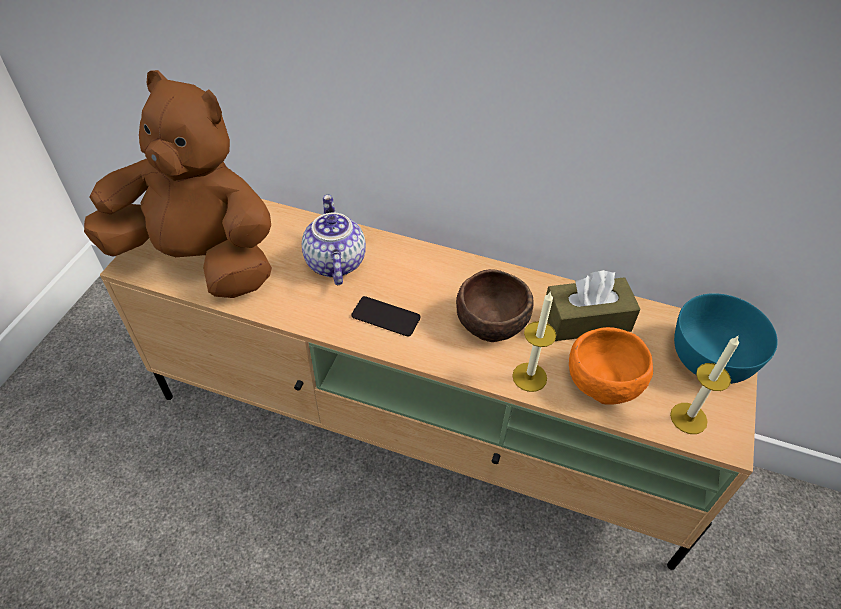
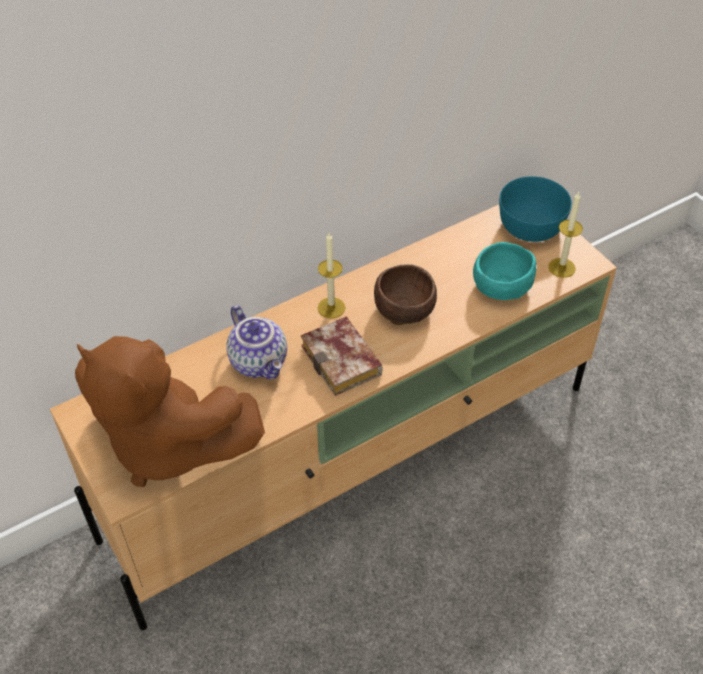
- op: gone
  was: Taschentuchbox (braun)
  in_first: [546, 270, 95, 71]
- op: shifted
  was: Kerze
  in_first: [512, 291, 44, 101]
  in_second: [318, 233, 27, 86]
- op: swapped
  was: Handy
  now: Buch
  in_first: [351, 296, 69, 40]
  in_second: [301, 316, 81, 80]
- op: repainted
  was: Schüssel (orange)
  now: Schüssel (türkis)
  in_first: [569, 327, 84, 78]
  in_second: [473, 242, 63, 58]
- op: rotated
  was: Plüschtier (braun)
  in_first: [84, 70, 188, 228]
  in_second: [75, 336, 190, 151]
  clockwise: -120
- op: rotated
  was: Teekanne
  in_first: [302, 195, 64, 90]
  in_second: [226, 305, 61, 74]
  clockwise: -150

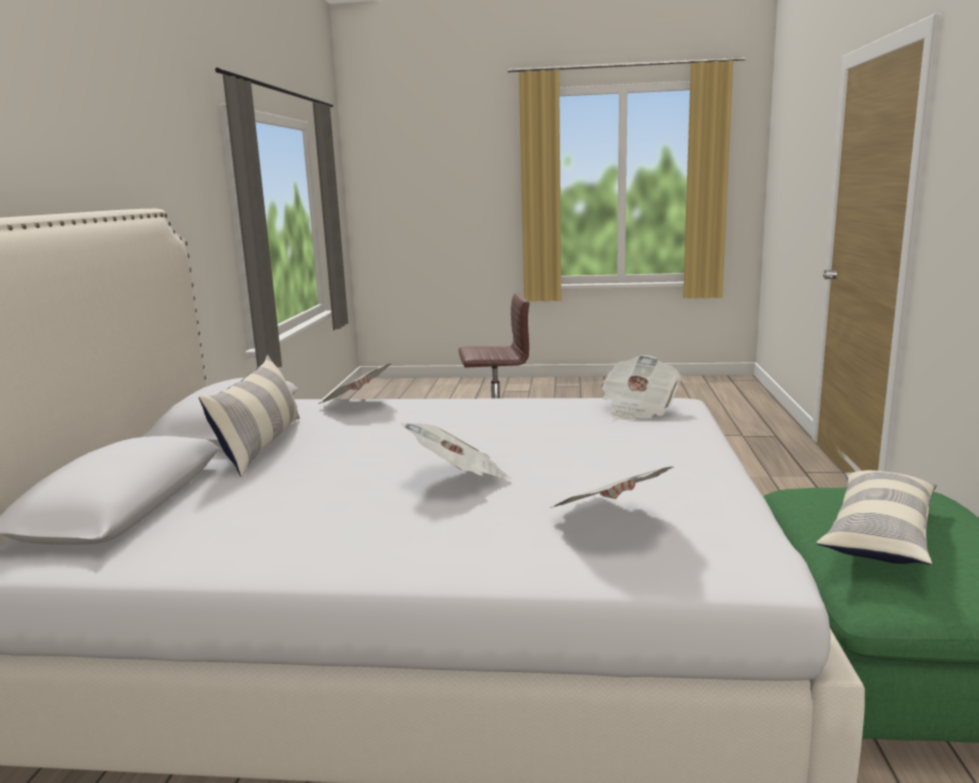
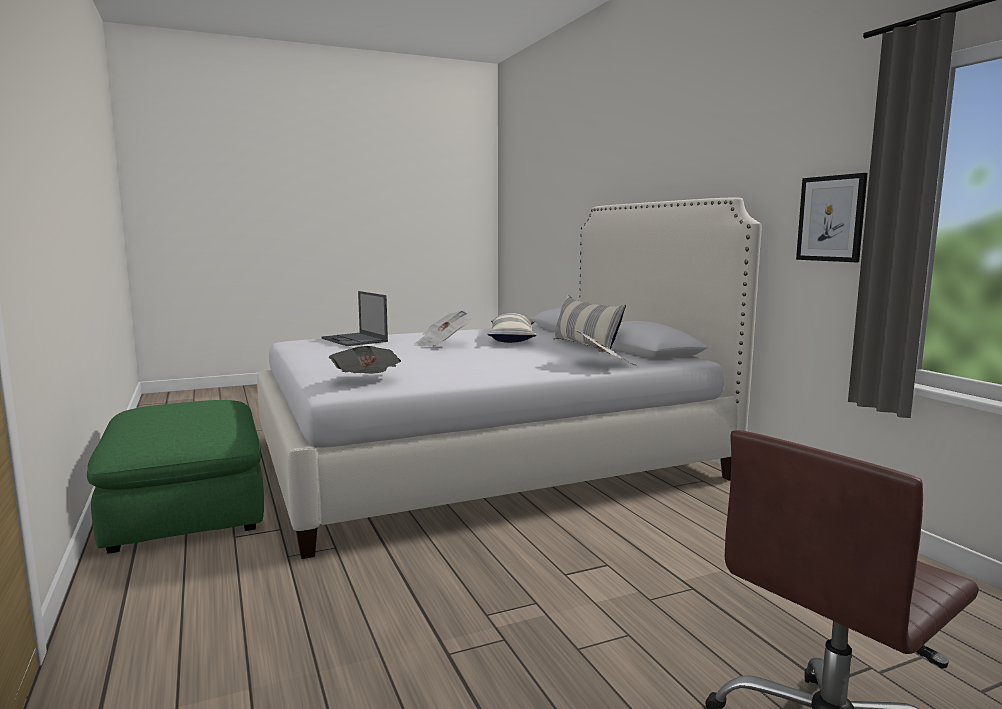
- op: new
  now: Bild
  in_second: [796, 173, 72, 89]
- op: shifted
  was: Kissen
  in_first: [816, 470, 121, 95]
  in_second: [488, 313, 49, 30]
- op: swapped
  was: Zeitung
  now: Laptop
  in_first: [550, 467, 124, 41]
  in_second: [321, 291, 67, 55]

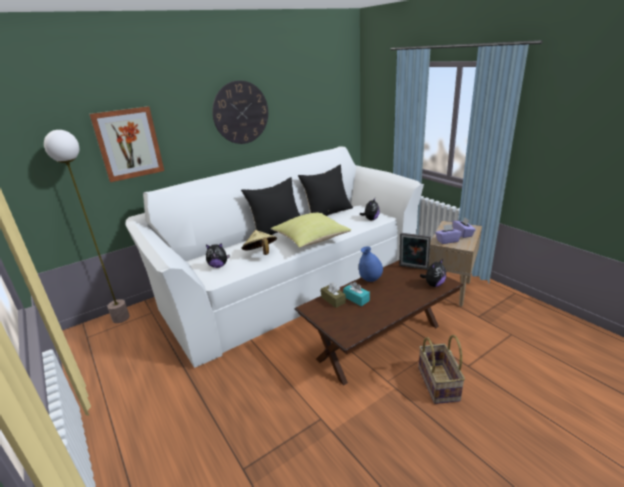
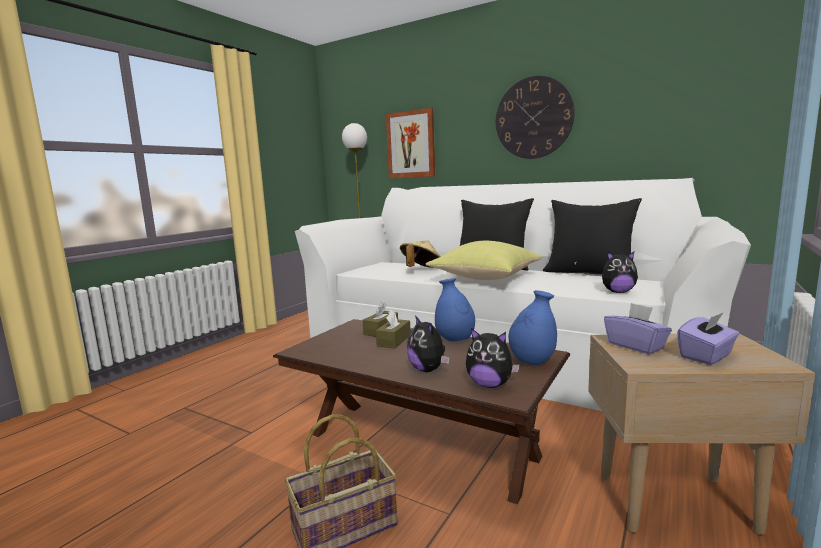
- op: shifted
  was: Plüschtier
  in_first: [206, 243, 24, 25]
  in_second: [407, 315, 43, 57]
- op: swapped
  was: Bilderrahmen
  now: Vase (blau)
  in_first: [399, 233, 32, 37]
  in_second: [508, 290, 49, 75]
- op: repainted
  was: Taschentuchbox (türkis)
  now: Taschentuchbox (braun)
  in_first: [343, 282, 27, 24]
  in_second: [376, 309, 34, 39]

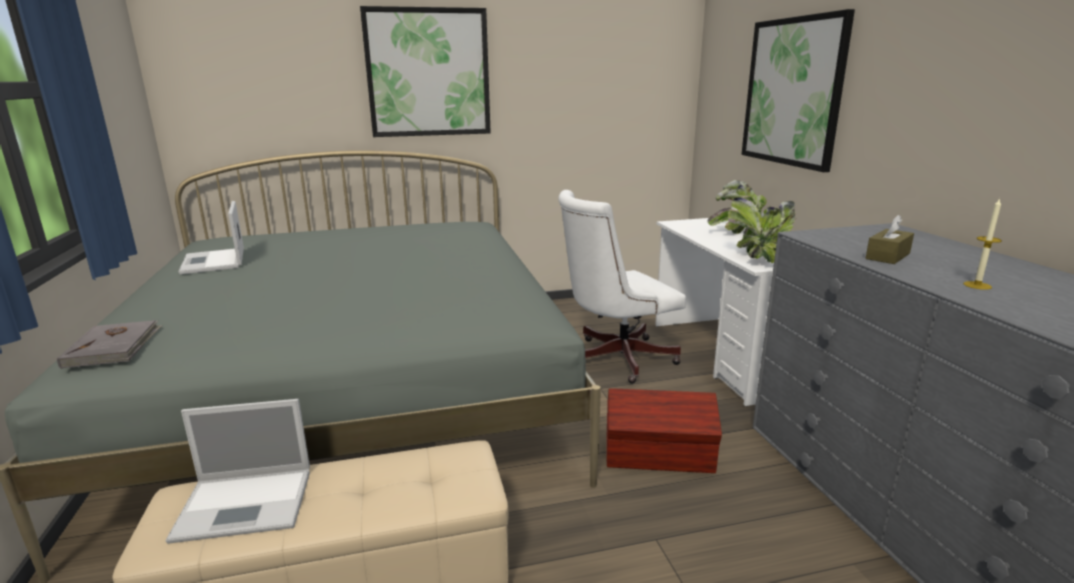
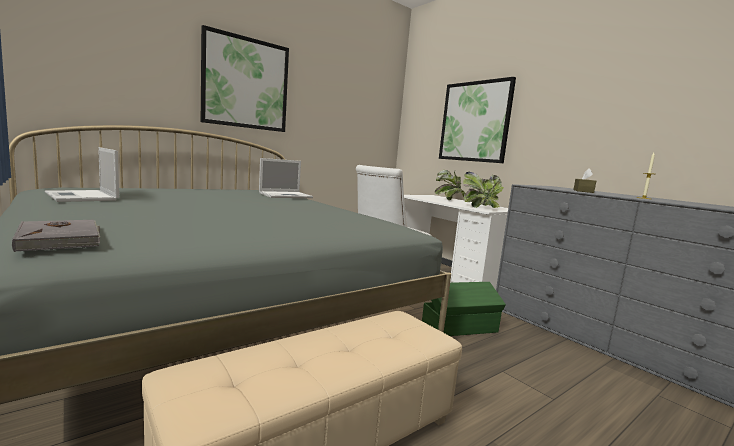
- op: shifted
  was: Laptop
  in_first: [166, 399, 144, 145]
  in_second: [259, 158, 54, 40]
- op: repainted
  was: Aufbewahrungsbox (braun)
  now: Aufbewahrungsbox (grün)
  in_first: [606, 388, 116, 85]
  in_second: [422, 282, 84, 54]

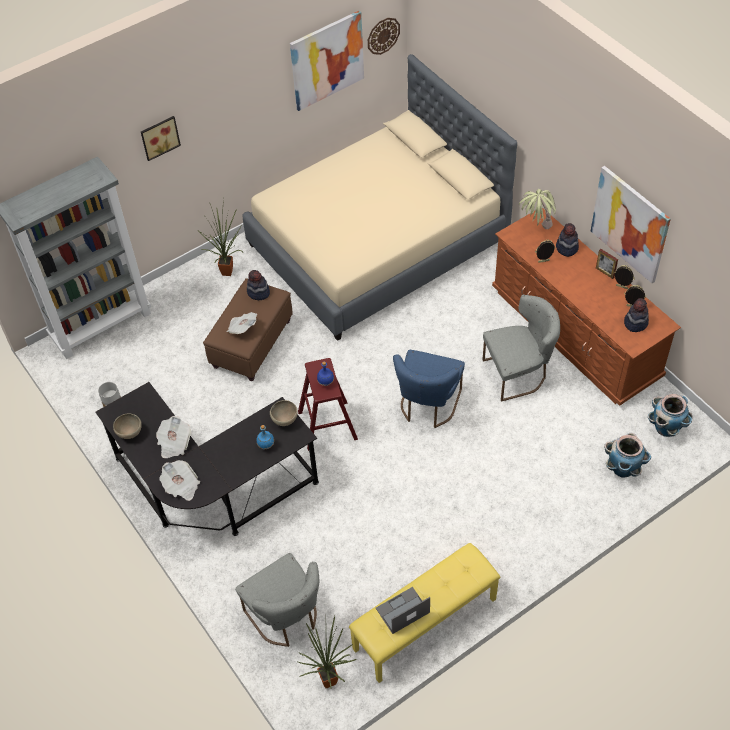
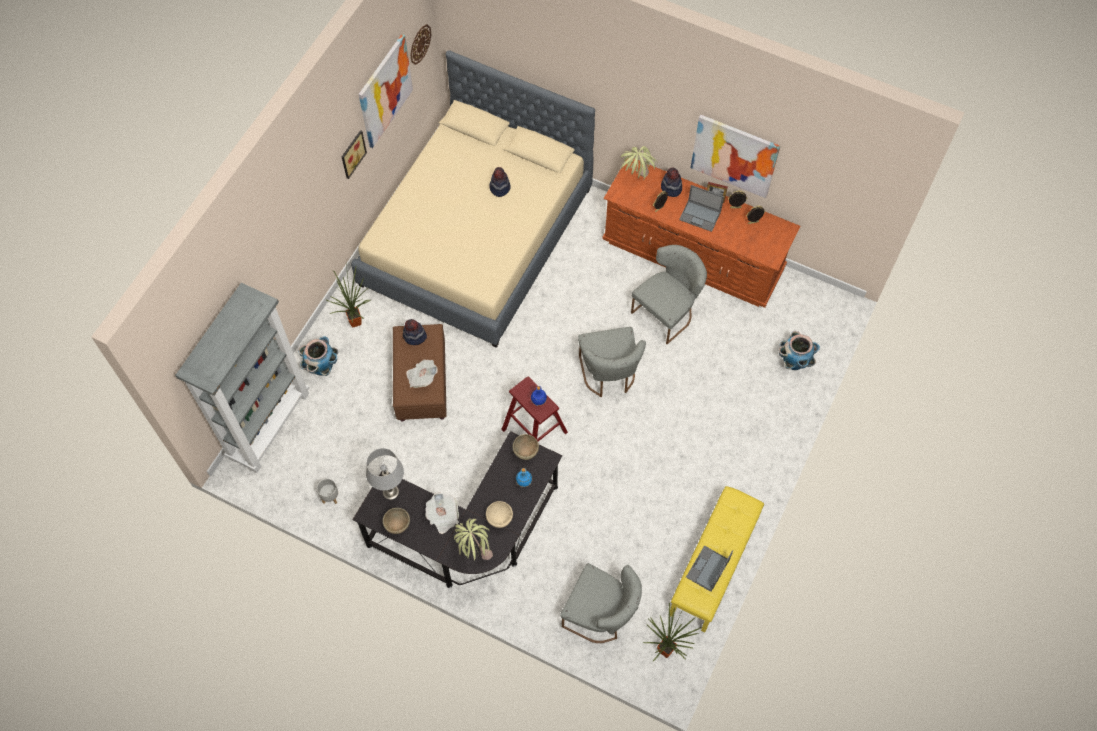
- op: new
  now: Tischlampe (grau)
  in_second: [366, 448, 38, 52]
- op: new
  now: Schüssel (beige)
  in_second: [486, 501, 27, 27]
- op: new
  now: Laptop
  in_second: [679, 185, 45, 47]
- op: shifted
  was: Bild
  in_first: [141, 116, 40, 45]
  in_second: [342, 130, 25, 49]
- op: shifted
  was: Hut
  in_first: [624, 298, 25, 34]
  in_second: [490, 167, 21, 30]
- op: shifted
  was: Pflanzkübel
  in_first: [648, 394, 45, 43]
  in_second: [298, 336, 41, 40]
- op: swapped
  was: Zeitung
  now: Topfpflanze
  in_first: [159, 460, 41, 41]
  in_second: [454, 518, 39, 43]
- op: repainted
  was: Stuhl (blau)
  now: Stuhl (grau)
  in_first: [393, 350, 72, 78]
  in_second: [578, 327, 68, 70]

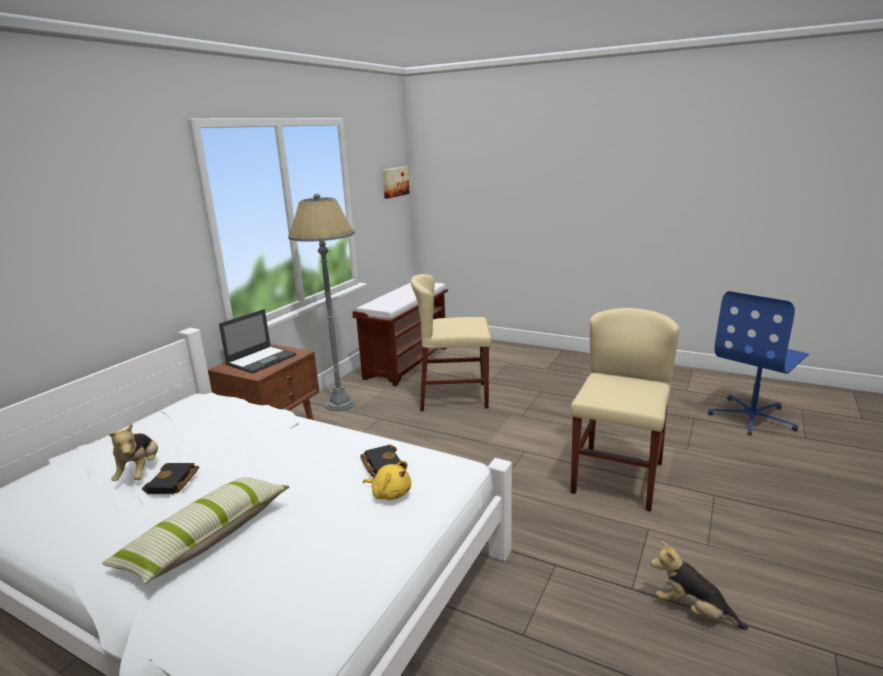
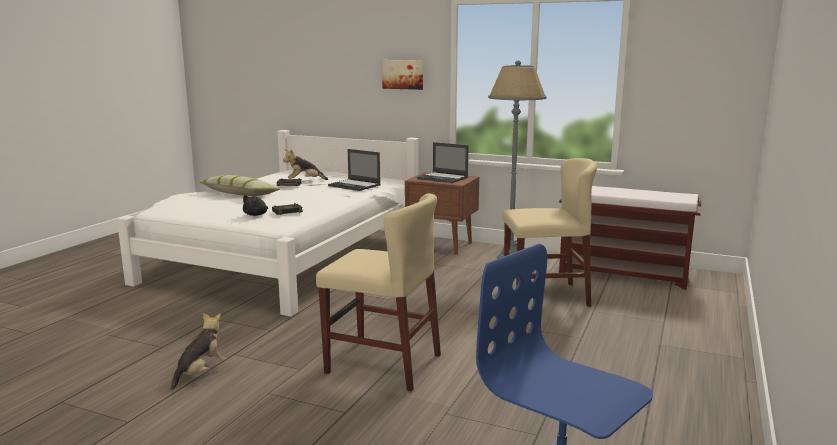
- op: new
  now: Laptop
  in_second: [328, 149, 53, 42]
- op: shifted
  was: Bild
  in_first: [382, 167, 28, 32]
  in_second: [382, 60, 41, 30]
- op: repainted
  was: Plüschtier (gelb)
  now: Plüschtier (schwarz)
  in_first: [363, 461, 48, 39]
  in_second: [243, 195, 25, 21]
- op: rotated
  was: Stuhl (beige)
  in_first: [411, 274, 80, 137]
  in_second: [503, 158, 94, 149]
  clockwise: 90

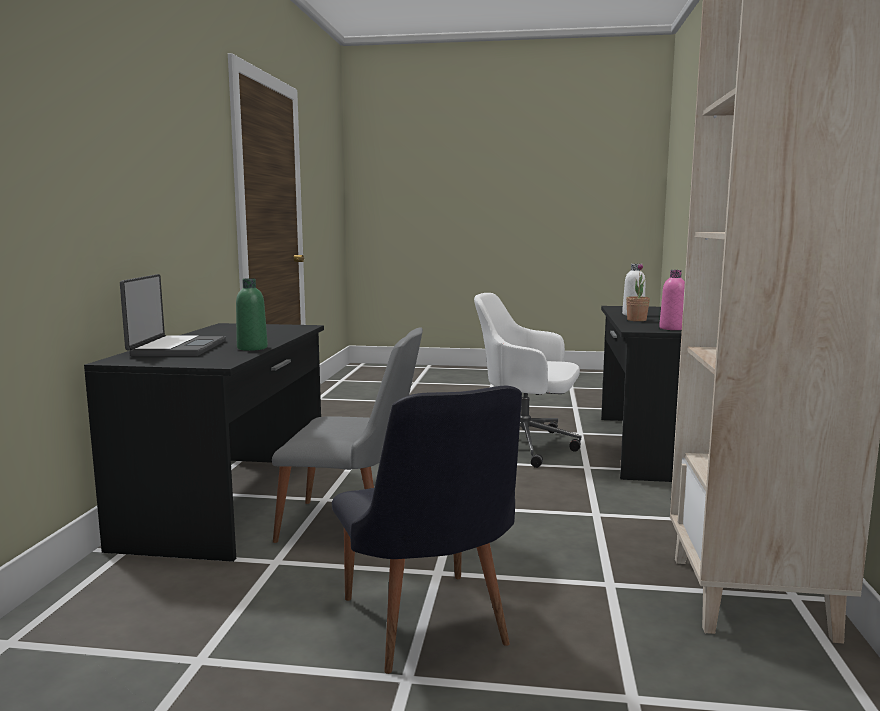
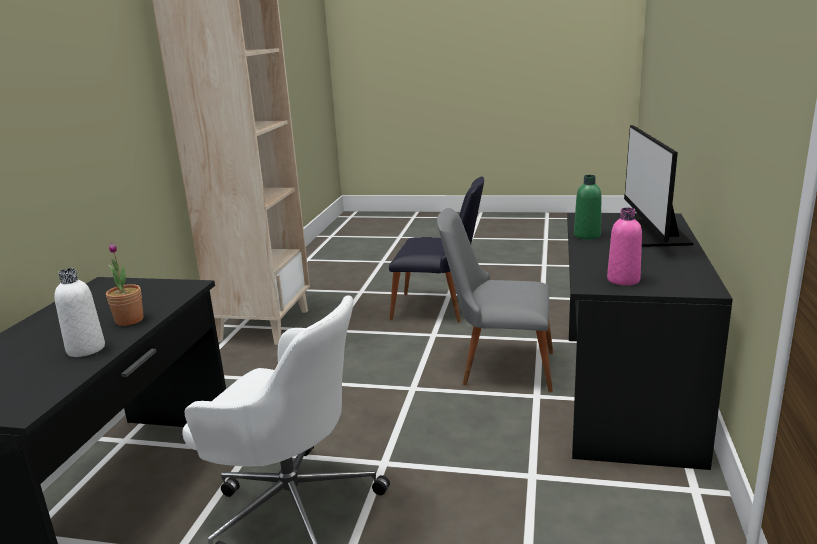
- op: shifted
  was: Flasche (rosa)
  in_first: [659, 270, 26, 60]
  in_second: [607, 208, 35, 77]
- op: swapped
  was: Laptop
  now: Monitor
  in_first: [120, 274, 106, 82]
  in_second: [624, 125, 69, 122]
- op: rotated
  was: Stuhl (schwarz)
  in_first: [332, 386, 190, 288]
  in_second: [389, 176, 95, 147]
  clockwise: 120

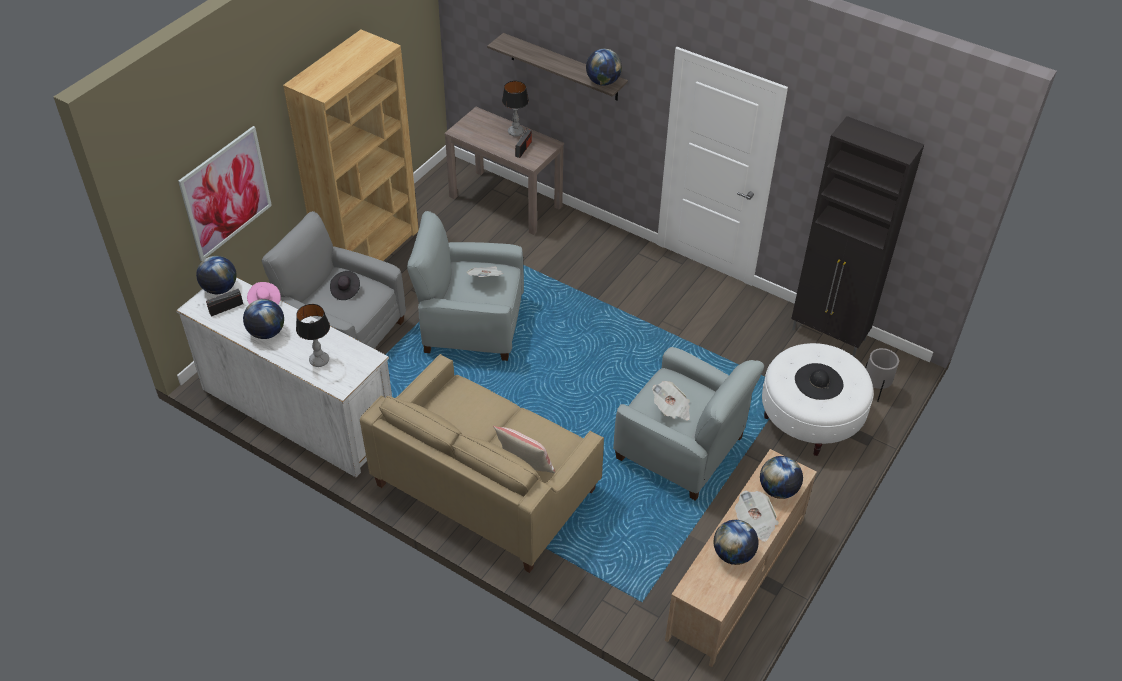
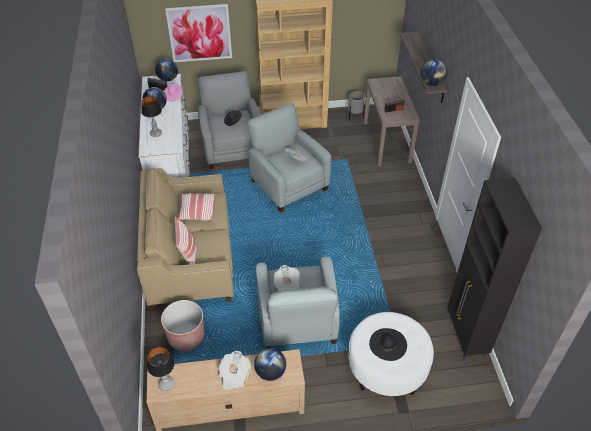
- op: gone
  was: Globus
  in_first: [714, 520, 44, 45]
- op: new
  now: Pflanzkübel (braun)
  in_second: [161, 300, 44, 52]
- op: new
  now: Kissen
  in_second: [177, 193, 39, 28]
- op: shifted
  was: Tischlampe
  in_first: [502, 81, 27, 56]
  in_second: [147, 347, 27, 44]
- op: shifted
  was: Pflanzkübel (grau)
  in_first: [865, 348, 34, 54]
  in_second: [348, 91, 17, 30]

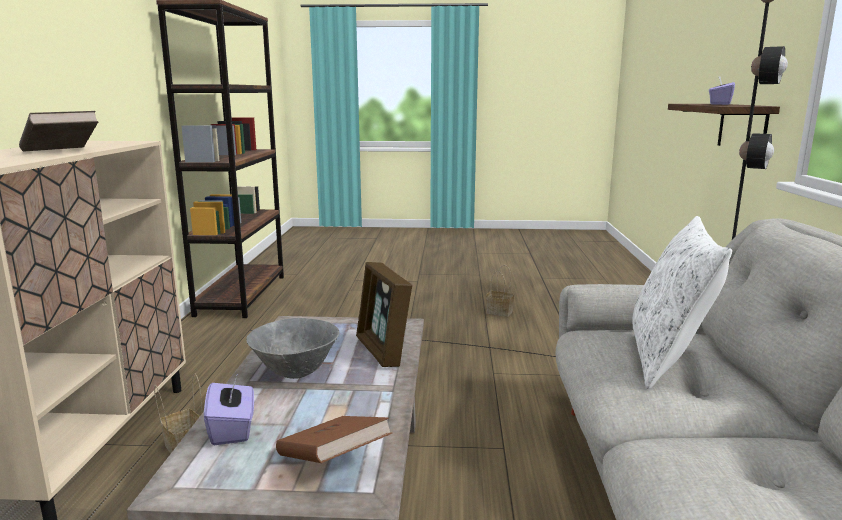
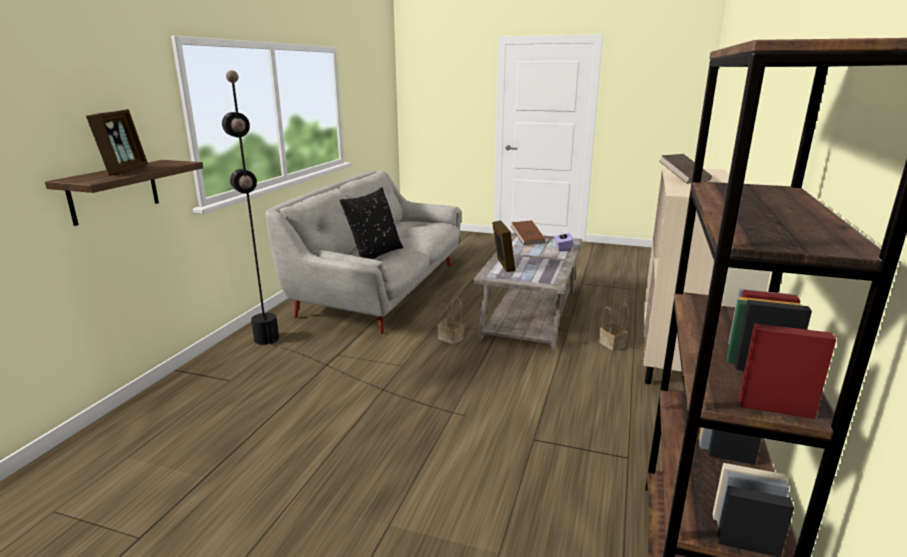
- op: gone
  was: Schüssel (grau)
  in_first: [246, 318, 94, 61]
- op: shifted
  was: Korb
  in_first: [486, 265, 28, 52]
  in_second: [437, 297, 28, 47]
- op: swapped
  was: Taschentuchbox (lila)
  now: Bilderrahmen
  in_first: [709, 76, 26, 29]
  in_second: [86, 109, 62, 67]
- op: repainted
  was: Kissen (weiß)
  now: Kissen (schwarz)
  in_first: [632, 216, 100, 173]
  in_second: [340, 187, 63, 72]

